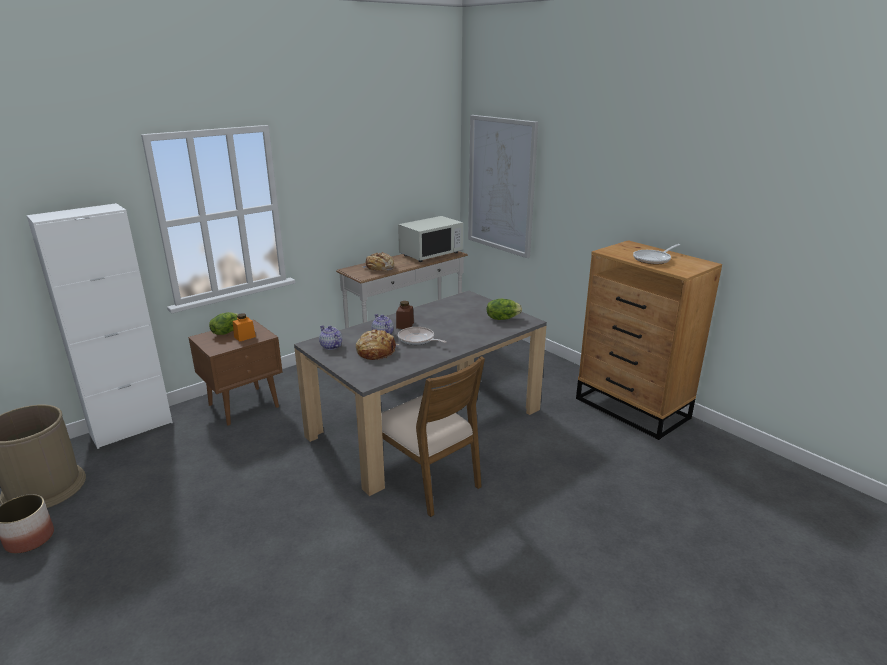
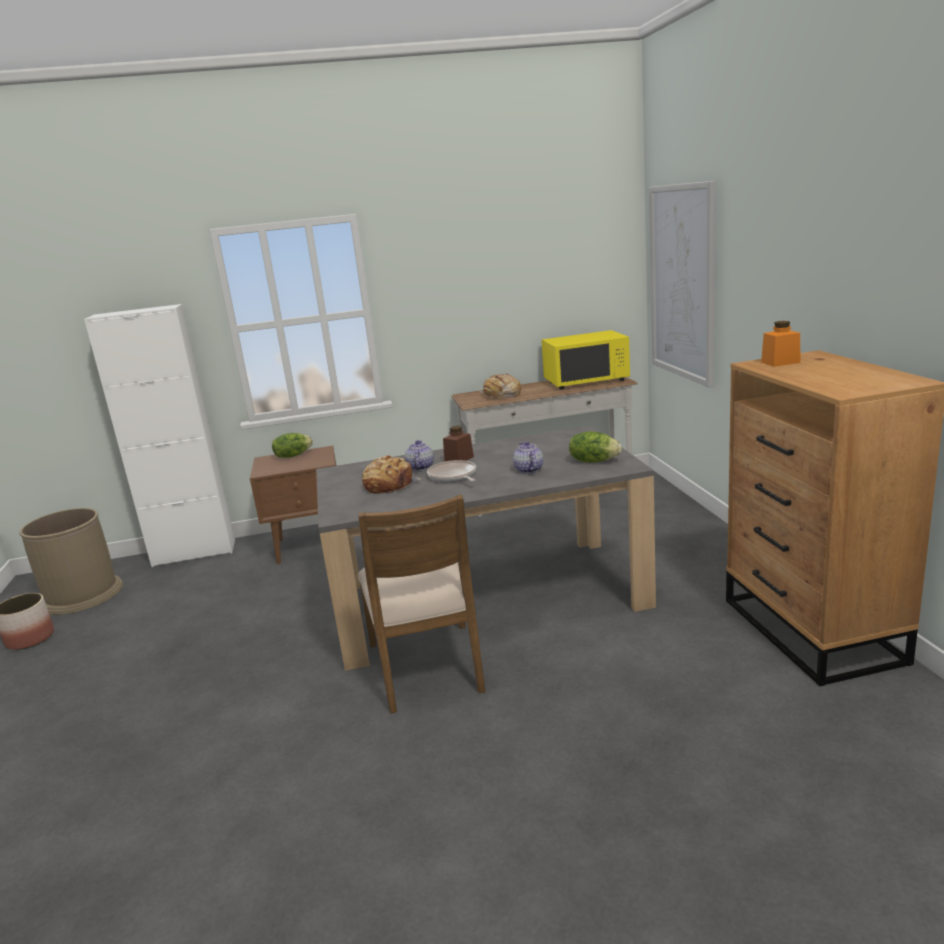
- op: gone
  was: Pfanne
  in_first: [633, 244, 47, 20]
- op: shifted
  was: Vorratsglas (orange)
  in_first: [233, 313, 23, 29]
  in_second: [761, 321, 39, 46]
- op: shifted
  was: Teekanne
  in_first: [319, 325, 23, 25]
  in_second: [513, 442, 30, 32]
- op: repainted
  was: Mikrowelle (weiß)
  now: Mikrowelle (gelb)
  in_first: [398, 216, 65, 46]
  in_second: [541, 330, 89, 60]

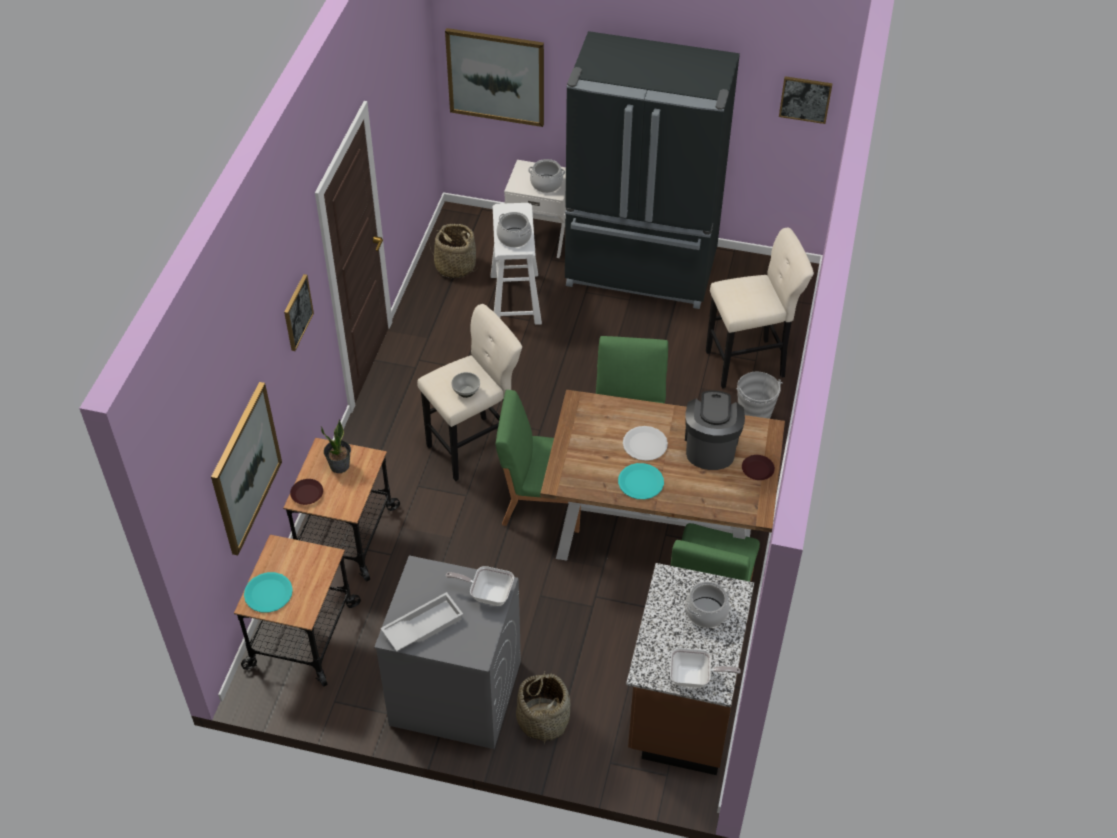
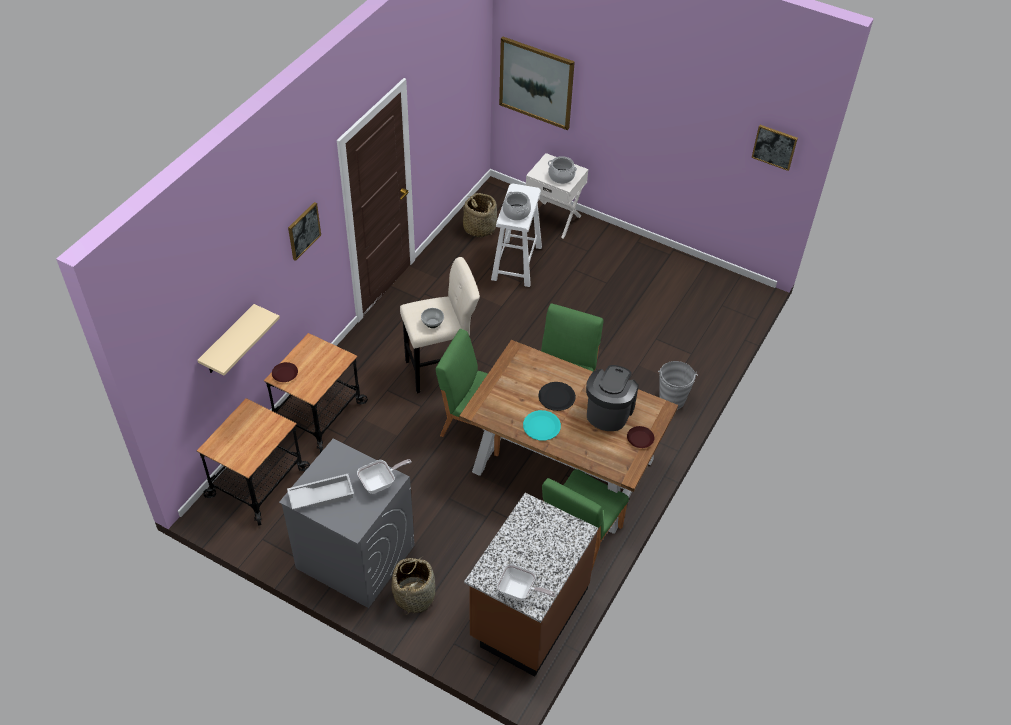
- op: gone
  was: Teller (türkis)
  in_first: [244, 572, 49, 41]
- op: gone
  was: Topfpflanze
  in_first: [321, 419, 30, 54]
- op: gone
  was: Kühlschrank (schwarz)
  in_first: [565, 31, 175, 278]
- op: gone
  was: Kochtopf
  in_first: [685, 582, 45, 46]
- op: gone
  was: Hocker (beige)
  in_first: [706, 228, 108, 161]
- op: swapped
  was: Bild
  now: Wandregal (beige)
  in_first: [211, 382, 71, 173]
  in_second: [197, 304, 83, 71]
- op: repainted
  was: Teller (weiß)
  now: Teller (schwarz)
  in_first: [623, 426, 45, 35]
  in_second: [538, 382, 38, 29]
- op: rotated
  was: Pfanne
  in_first: [446, 566, 68, 40]
  in_second: [357, 459, 55, 35]
  clockwise: 120

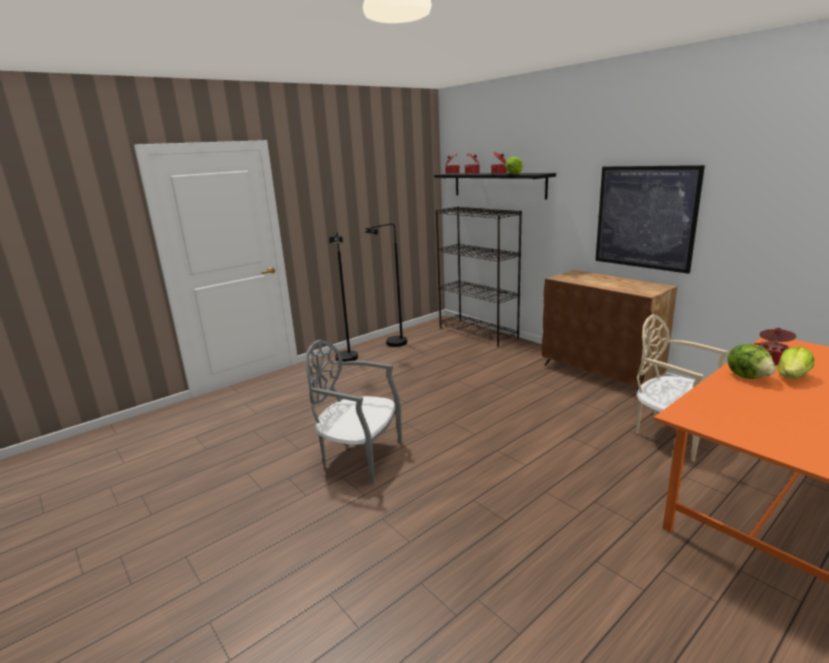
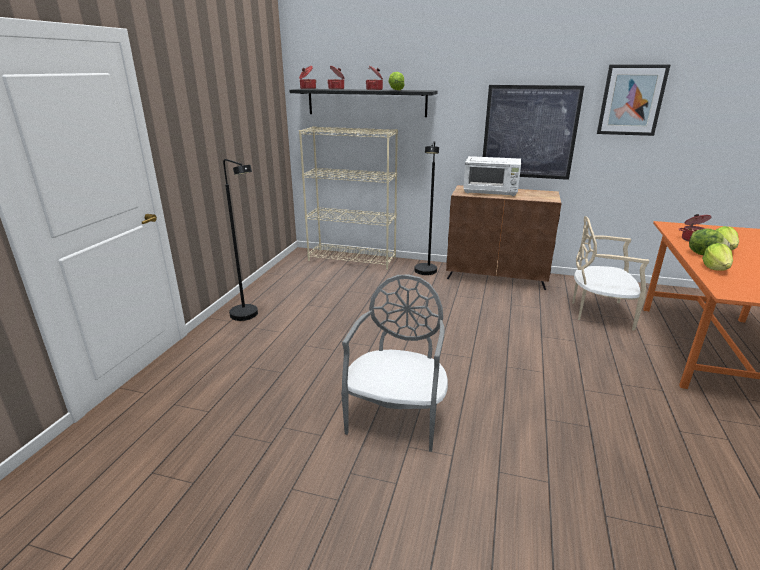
- op: new
  now: Mikrowelle (weiß)
  in_second: [463, 156, 58, 40]
- op: new
  now: Bild
  in_second: [597, 64, 74, 72]
- op: new
  now: Salatkopf
  in_second: [702, 243, 31, 28]
- op: shifted
  was: Stehlampe (schwarz)
  in_first: [365, 224, 42, 123]
  in_second: [414, 141, 25, 134]
- op: repainted
  was: Bücherregal (schwarz)
  now: Bücherregal (beige)
  in_first: [435, 206, 87, 141]
  in_second: [299, 126, 99, 144]
- op: rotated
  was: Stuhl (grau)
  in_first: [305, 340, 97, 144]
  in_second: [341, 274, 107, 178]
  clockwise: 120

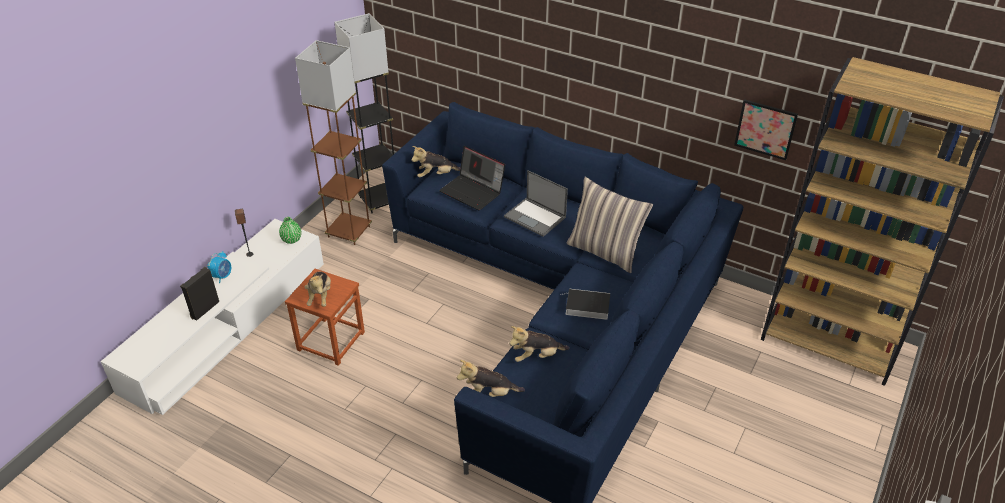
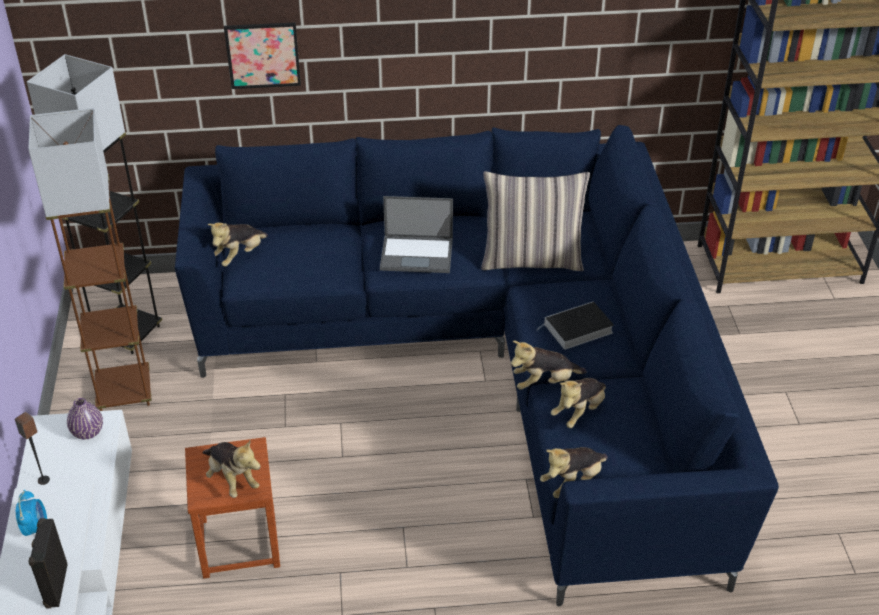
- op: gone
  was: Laptop
  in_first: [439, 146, 66, 65]
- op: new
  now: Plüschtier
  in_second: [511, 340, 76, 50]
- op: shifted
  was: Bild
  in_first: [734, 99, 64, 61]
  in_second: [224, 22, 77, 67]
- op: repainted
  was: Vase (grün)
  now: Vase (lila)
  in_first: [279, 217, 22, 27]
  in_second: [67, 398, 36, 42]

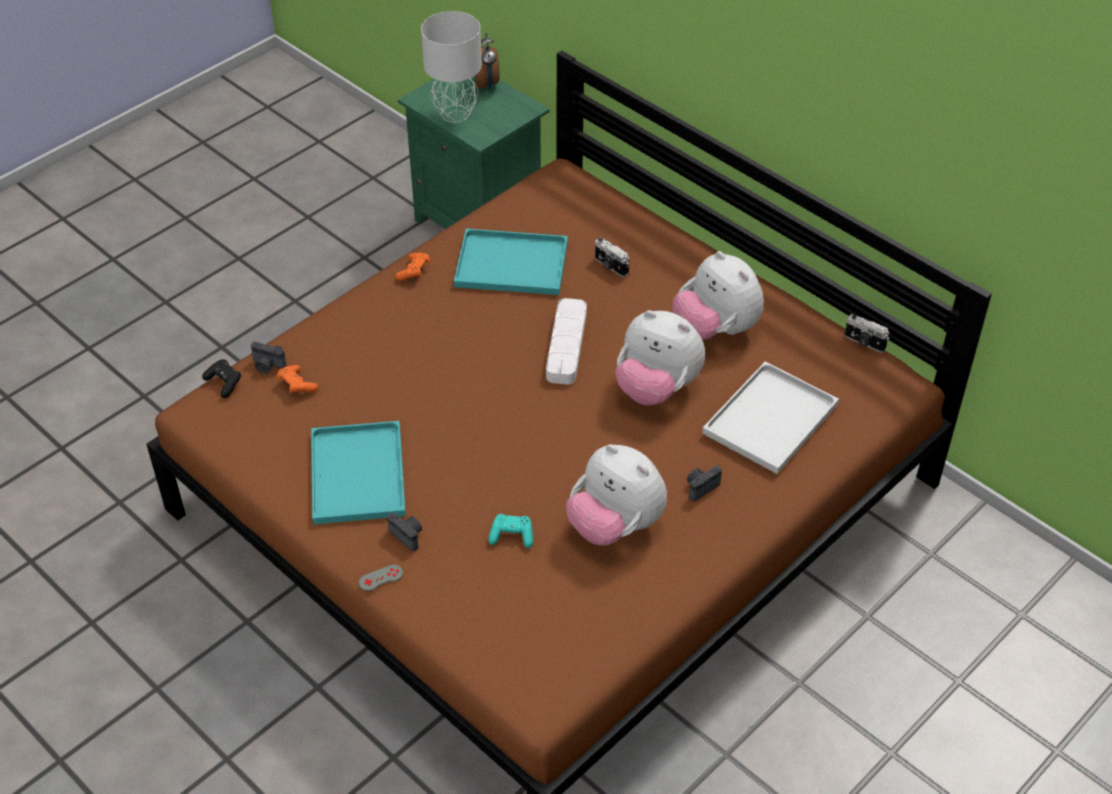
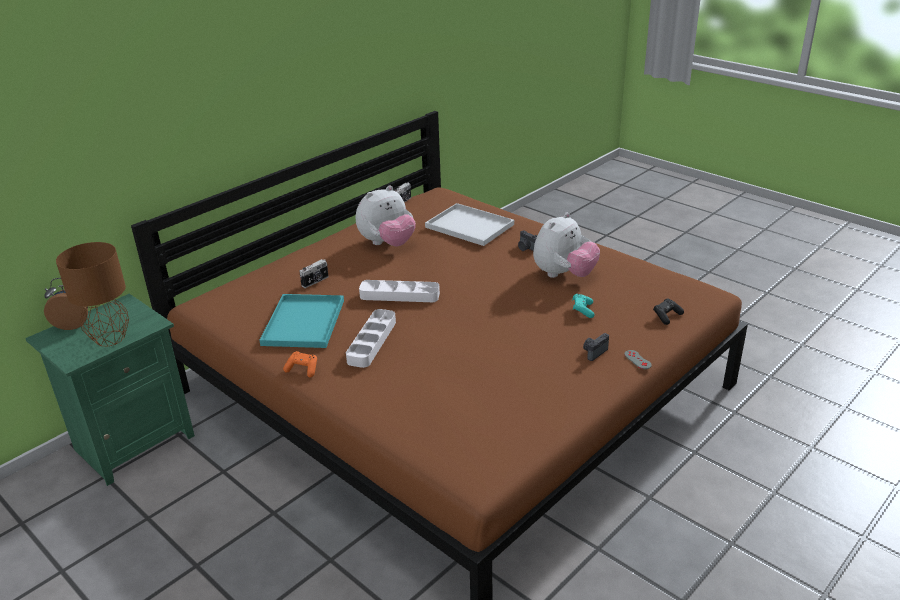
- op: gone
  was: Kamera
  in_first: [251, 341, 36, 33]
- op: gone
  was: Gamepad (orange)
  in_first: [277, 365, 41, 28]
- op: gone
  was: Tablett (türkis)
  in_first: [311, 421, 95, 103]
- op: gone
  was: Plüschtier
  in_first: [616, 310, 89, 96]
- op: new
  now: Tablett (weiß)
  in_second: [346, 309, 50, 59]
- op: shifted
  was: Gamepad (schwarz)
  in_first: [202, 359, 40, 39]
  in_second: [653, 299, 31, 26]
- op: repainted
  was: Tischlampe (grau)
  now: Tischlampe (braun)
  in_first: [421, 11, 61, 112]
  in_second: [56, 242, 73, 104]

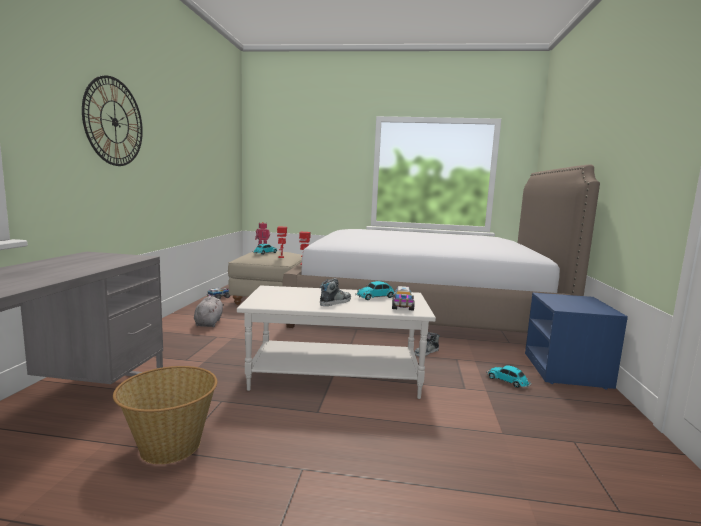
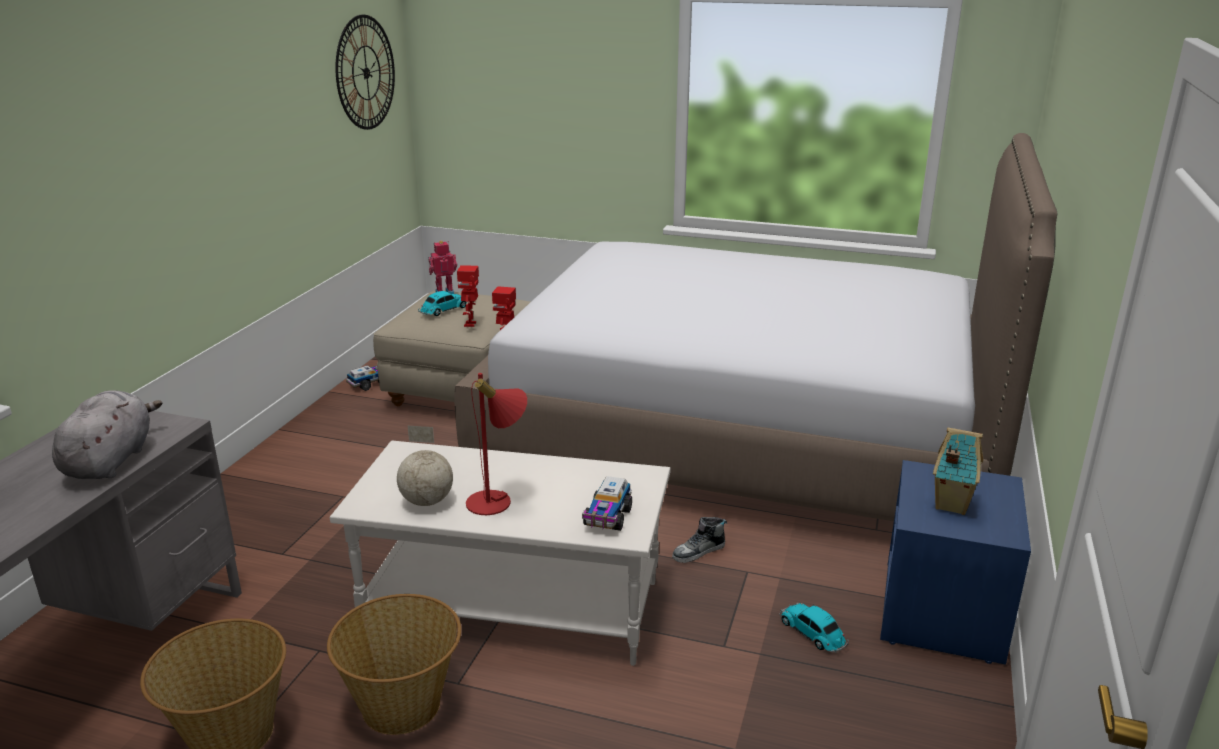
- op: gone
  was: Spielzeugauto
  in_first: [356, 281, 39, 19]
- op: new
  now: Korb
  in_second: [327, 594, 134, 141]
- op: new
  now: Globus
  in_second: [397, 426, 56, 80]
- op: new
  now: Spielzeughaus
  in_second: [933, 428, 50, 87]
- op: shifted
  was: Wanduhr
  in_first: [82, 75, 61, 91]
  in_second: [335, 15, 60, 115]
- op: shifted
  was: Plüschtier (grau)
  in_first: [194, 296, 30, 31]
  in_second: [52, 390, 110, 89]
- op: swapped
  was: Schuh
  now: Tischlampe (rot)
  in_first: [320, 278, 31, 28]
  in_second: [466, 373, 61, 142]

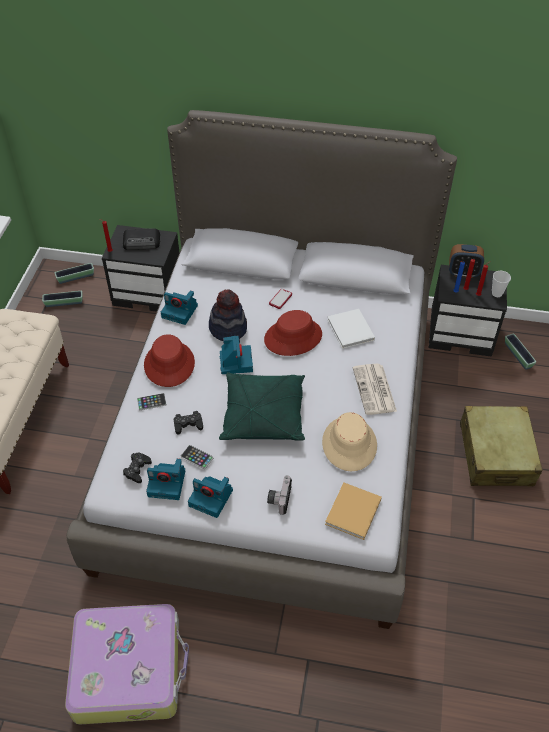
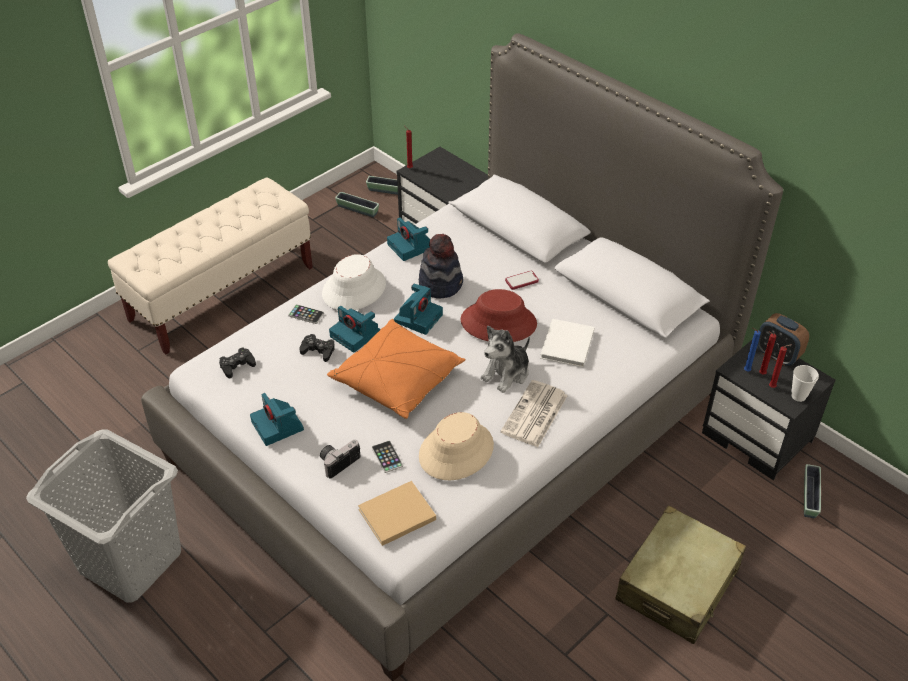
- op: gone
  was: Radio
  in_first: [123, 228, 37, 22]
- op: new
  now: Plüschtier
  in_second: [481, 326, 49, 67]
- op: shifted
  was: Kamera
  in_first: [146, 459, 39, 41]
  in_second: [329, 306, 51, 46]
- op: shifted
  was: Handy
  in_first: [181, 445, 32, 24]
  in_second: [372, 440, 31, 33]
- op: swapped
  was: Koffer
  now: Wäschekorb (grau)
  in_first: [65, 604, 124, 121]
  in_second: [26, 429, 155, 173]
- op: repainted
  was: Hut (rot)
  now: Hut (weiß)
  in_first: [144, 334, 51, 53]
  in_second: [322, 254, 64, 56]
- op: repainted
  was: Kissen (grün)
  now: Kissen (orange)
  in_first: [219, 372, 86, 69]
  in_second: [327, 319, 139, 100]

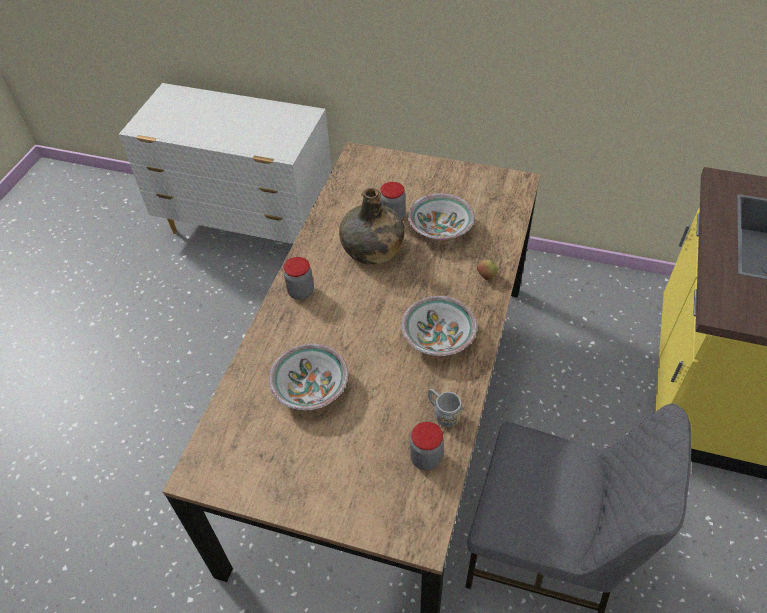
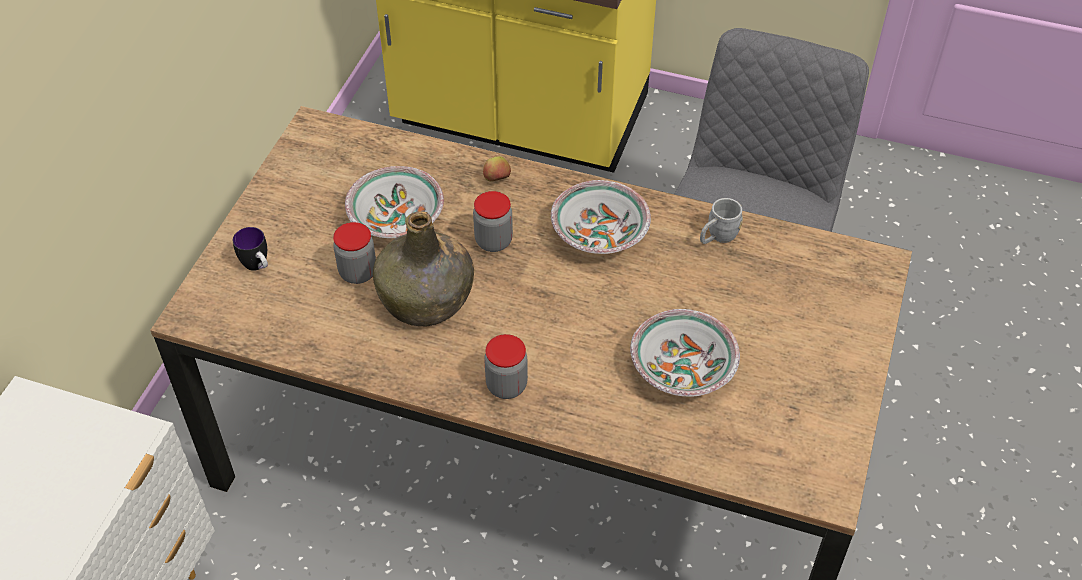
- op: new
  now: Henkelbecher
  in_second: [233, 227, 35, 44]
- op: shifted
  was: Vorratsglas
  in_first: [410, 422, 34, 49]
  in_second: [473, 191, 40, 61]

